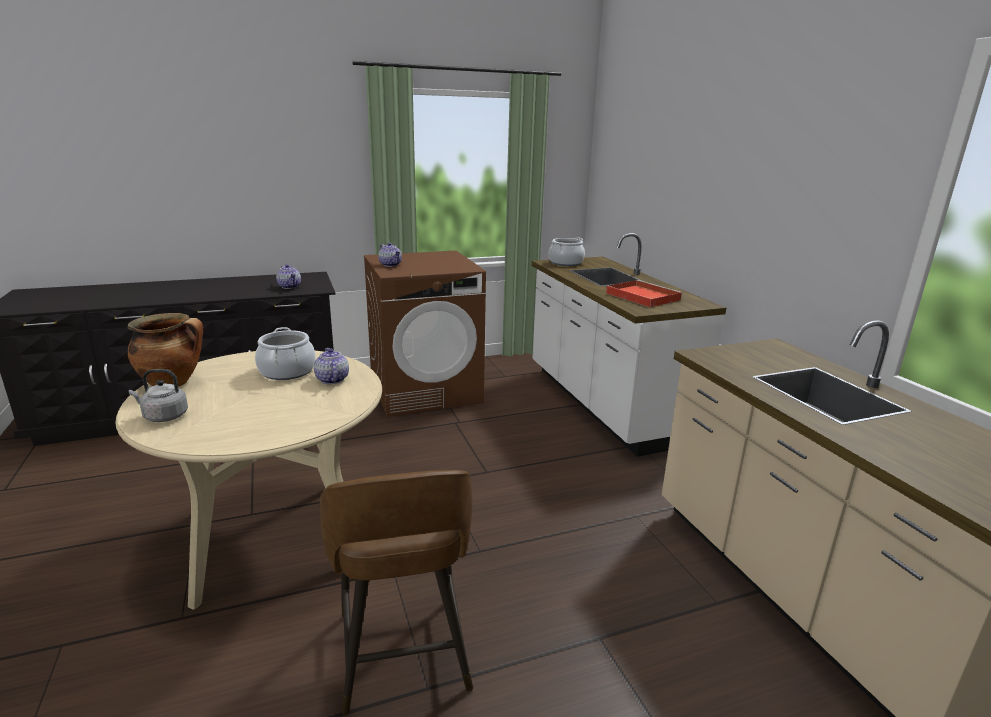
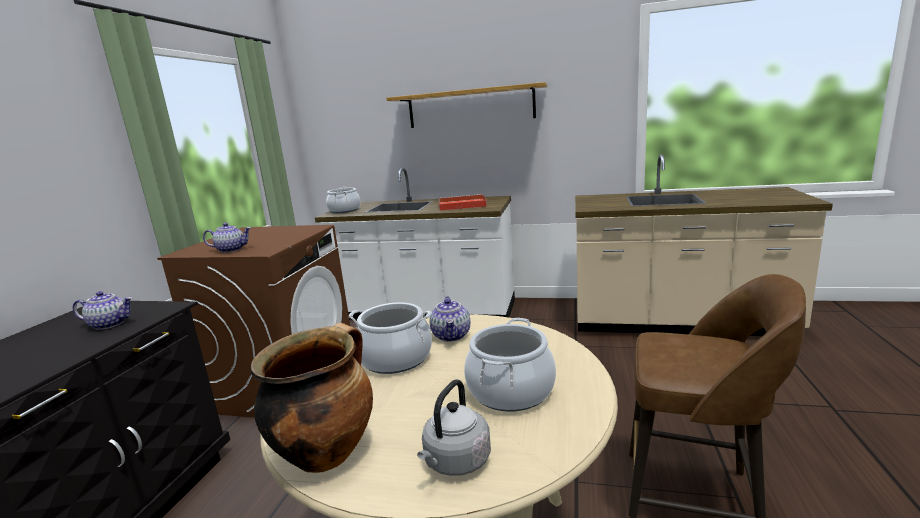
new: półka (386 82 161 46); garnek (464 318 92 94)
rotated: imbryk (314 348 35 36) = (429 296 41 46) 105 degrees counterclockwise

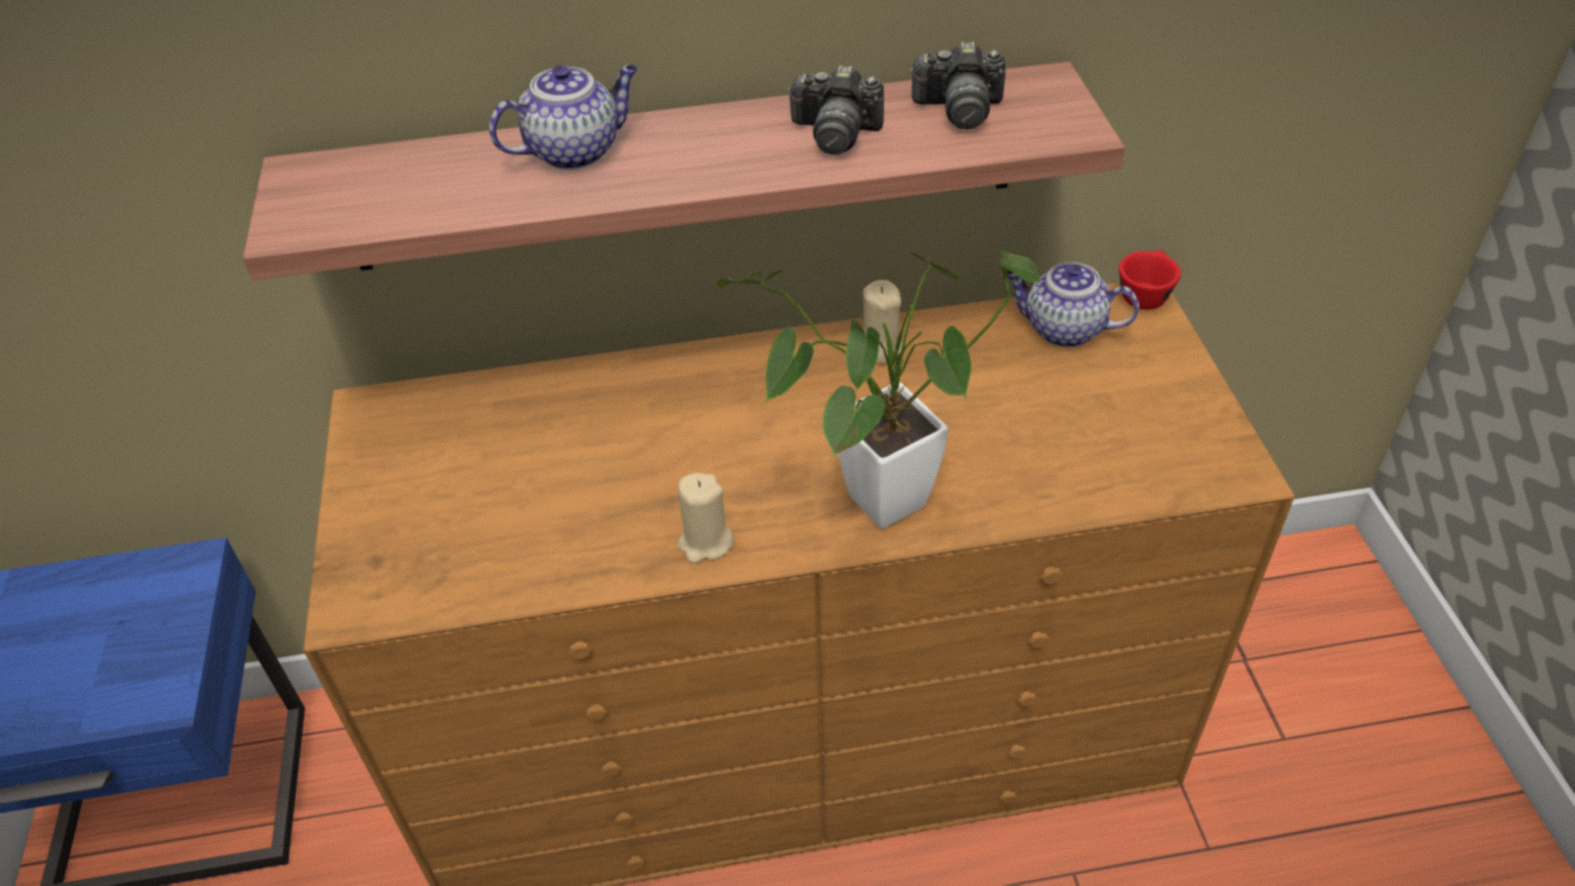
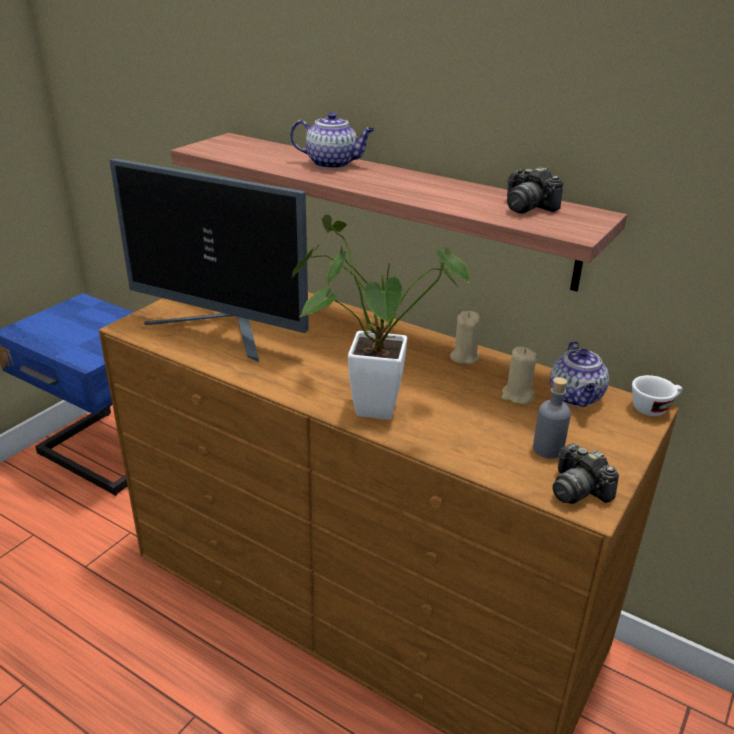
new: monitor (109 158 200 204); butelka (szary) (533 377 38 82)
shifted: świeca (beżowy) (678 473 56 91) to (502 346 36 58); aparat fotograficzny (787 65 97 90) to (553 443 66 61)
repainted: filiżanka (czerwony) (1119 250 62 60) to filiżanka (biały) (632 375 51 41)
rotated: imbryk (1007 262 132 85) = (550 341 59 66) 150 degrees counterclockwise

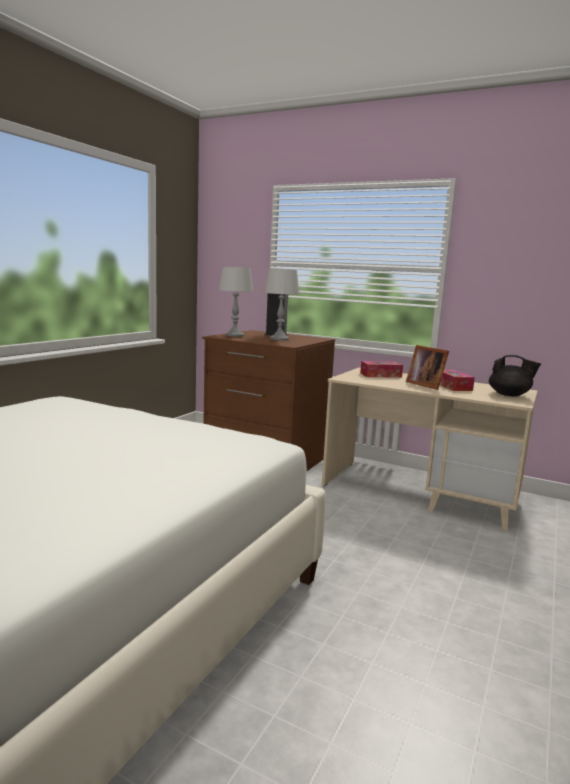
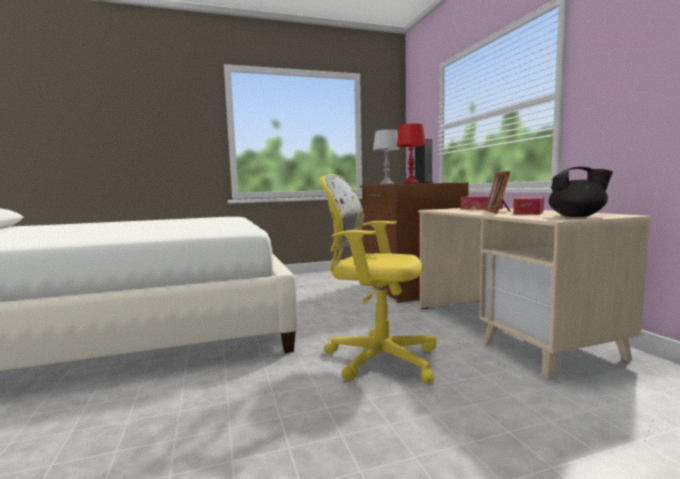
new: krzesło biurowe (żółty) (319 174 118 210)
repainted: lampa stołowa (szary) (264 269 35 72) to lampa stołowa (czerwony) (397 124 29 60)
rotated: imbryk (czarny) (489 355 52 42) = (549 167 64 50) 60 degrees counterclockwise

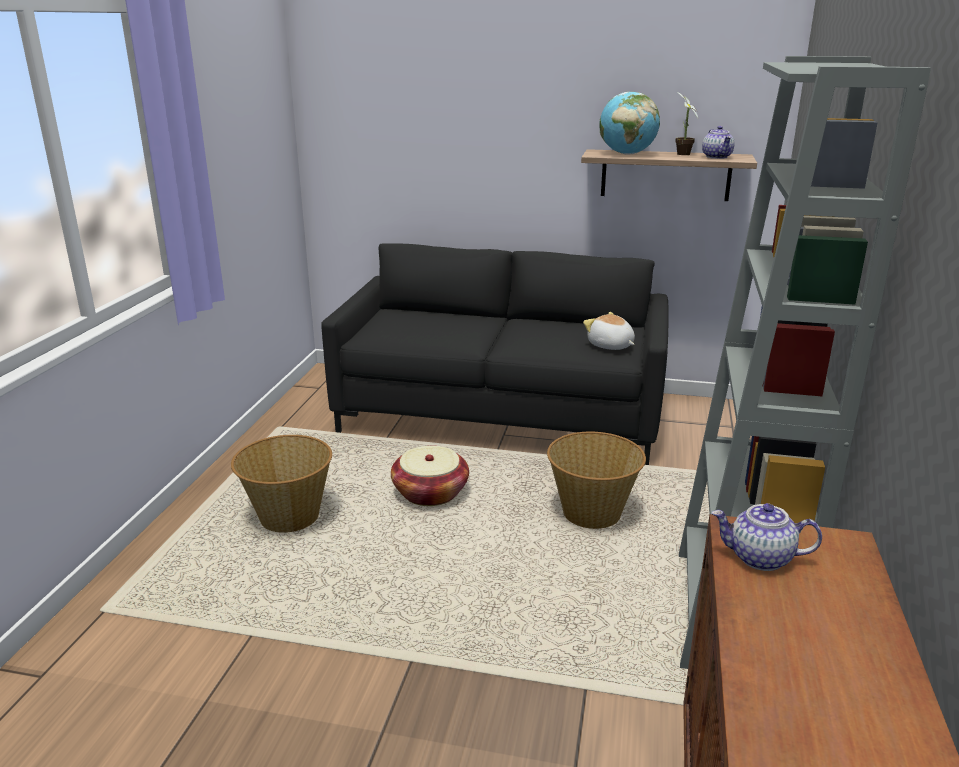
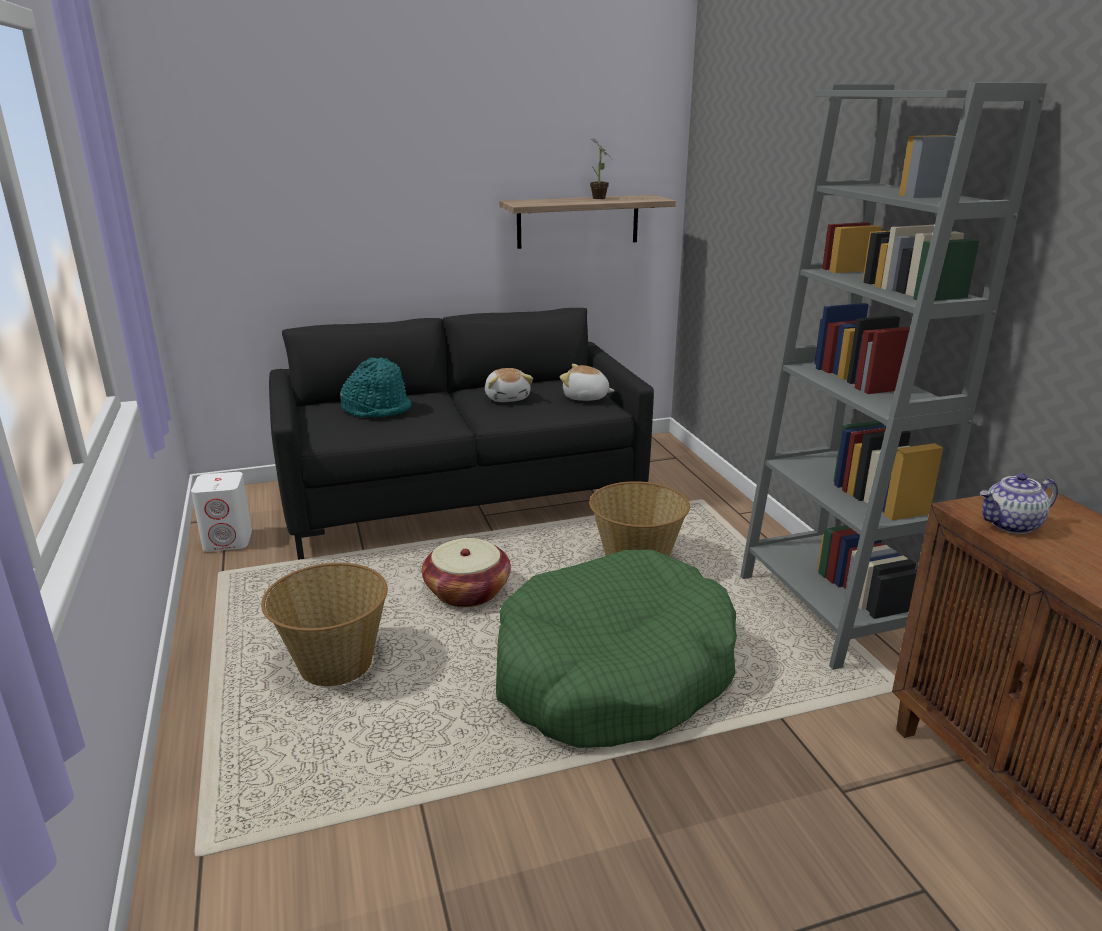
gone: globus (599 92 61 63); imbryk (702 126 33 33)
new: głośnik (biały) (191 472 61 80); kapelusz (turkusowy) (340 358 71 60); pluszak (485 368 48 34); legowisko (zielony) (496 550 241 198)

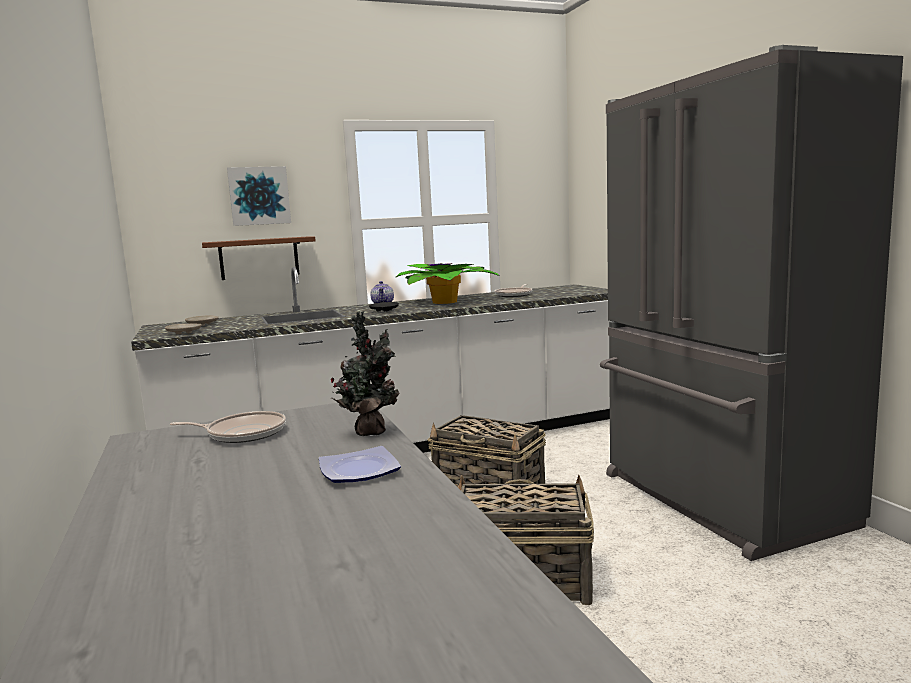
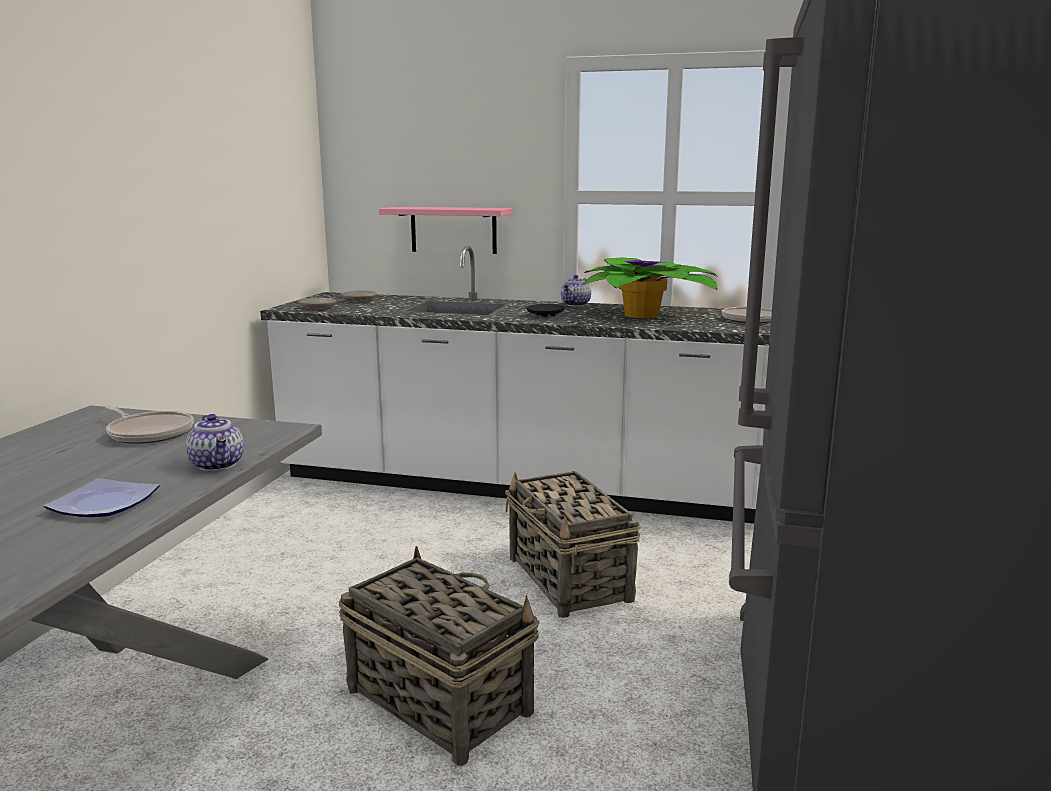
gone: obraz (227 166 64 60)
swapped: roślina doniczkowa (330 311 70 125) to imbryk (186 414 58 57)
repainted: półka (brązowy) (202 236 114 44) to półka (różowy) (379 207 134 47)

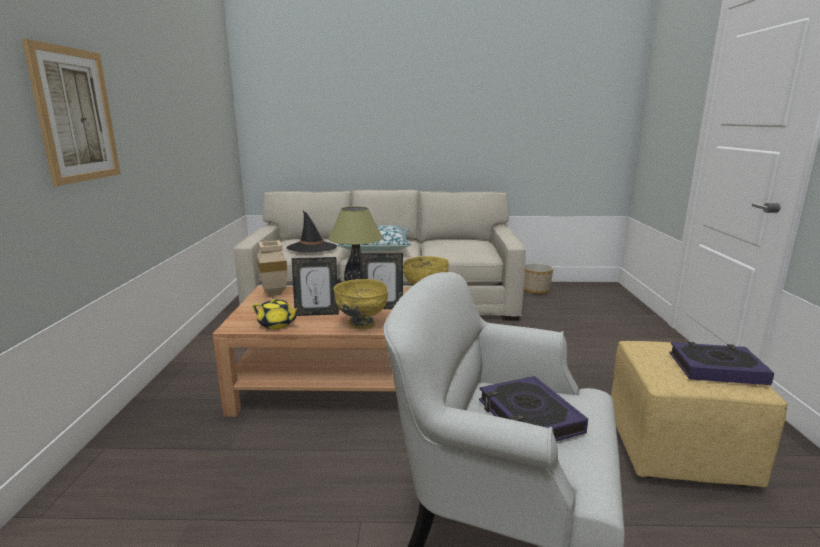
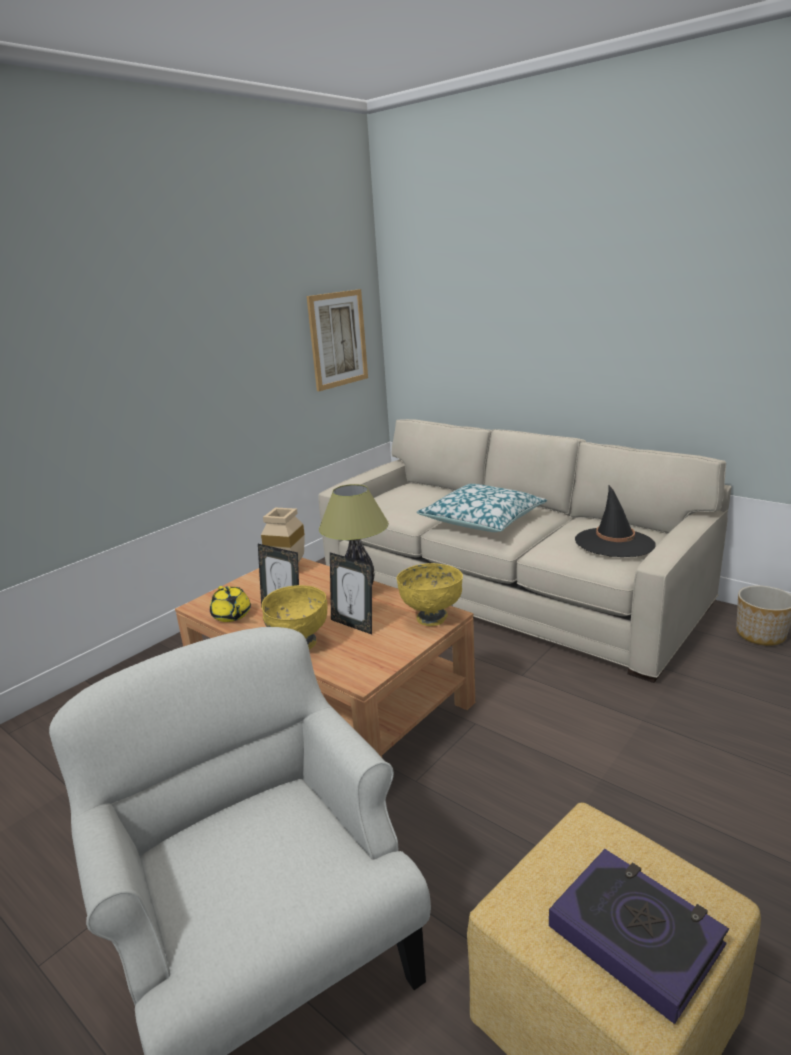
gone: książka (479 376 109 65)
shifted: obraz (22 39 99 147) to (307 289 61 102); kapelusz (czarny) (287 211 50 41) to (575 485 81 72)

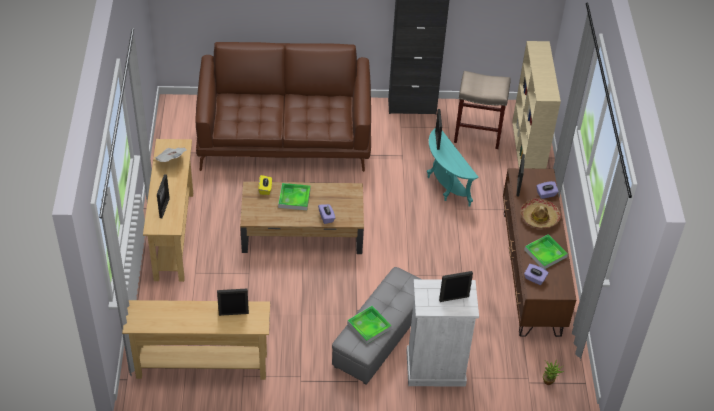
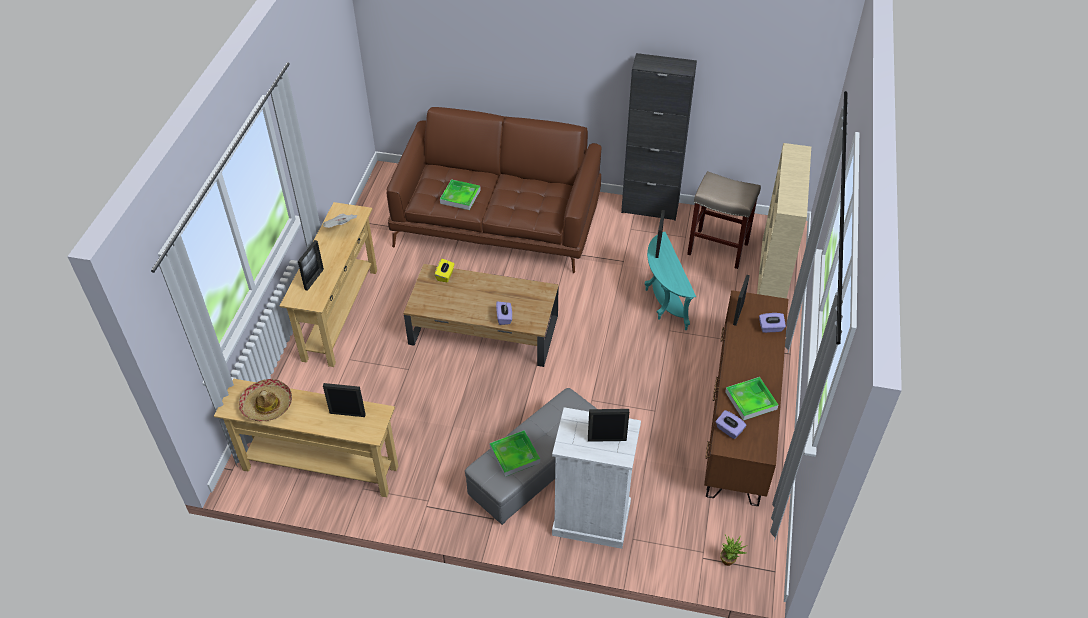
shifted: taca (278 183 33 27) to (440 179 41 31); kapelusz (521 198 40 31) to (239 379 53 42)

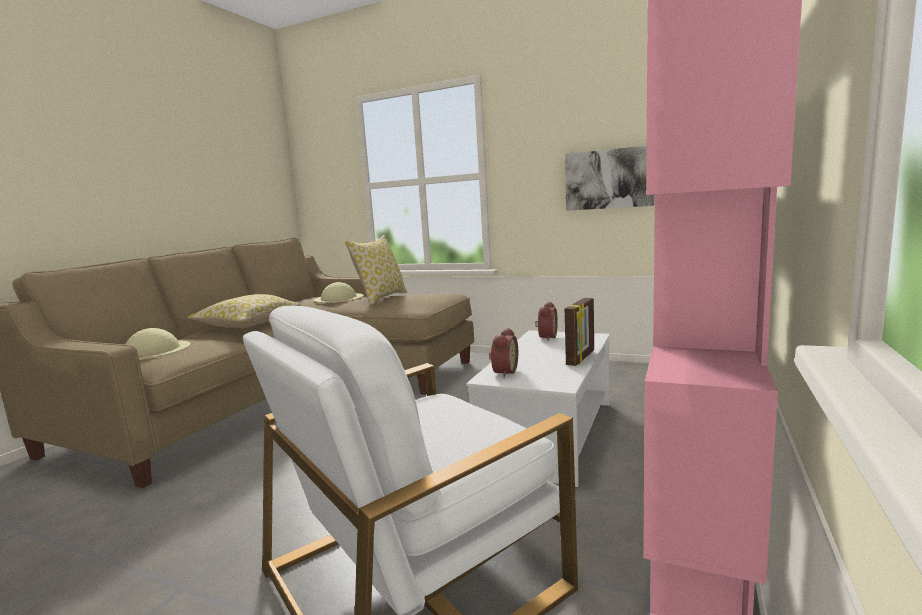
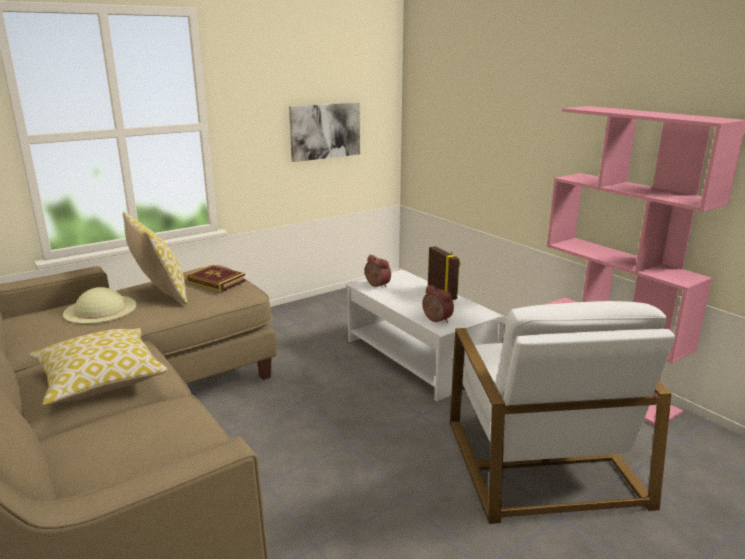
gone: kapelusz (beżowy) (125 328 66 32)
new: książka (186 265 60 27)

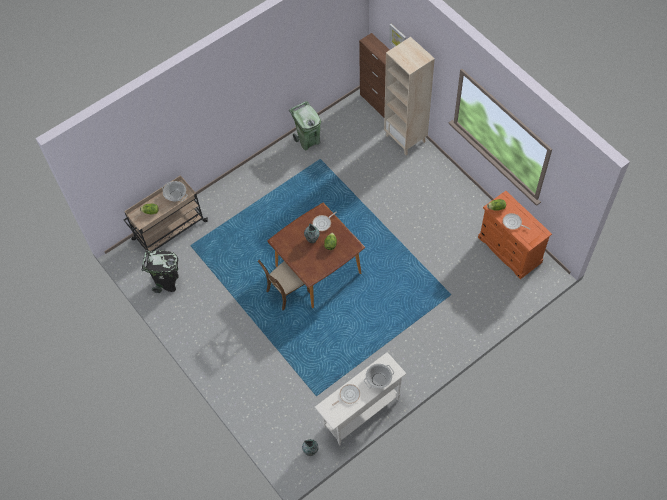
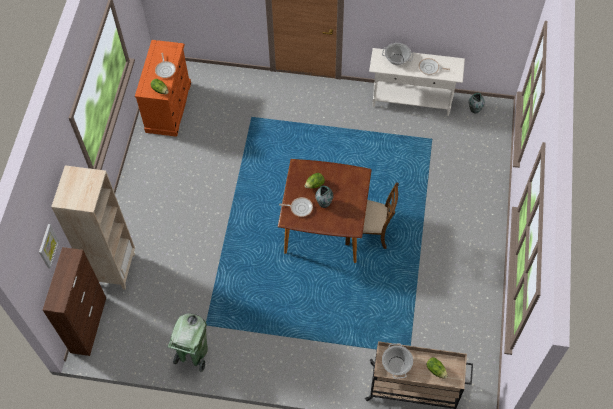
gone: kosz na śmieci (czarny) (142 250 37 43)

